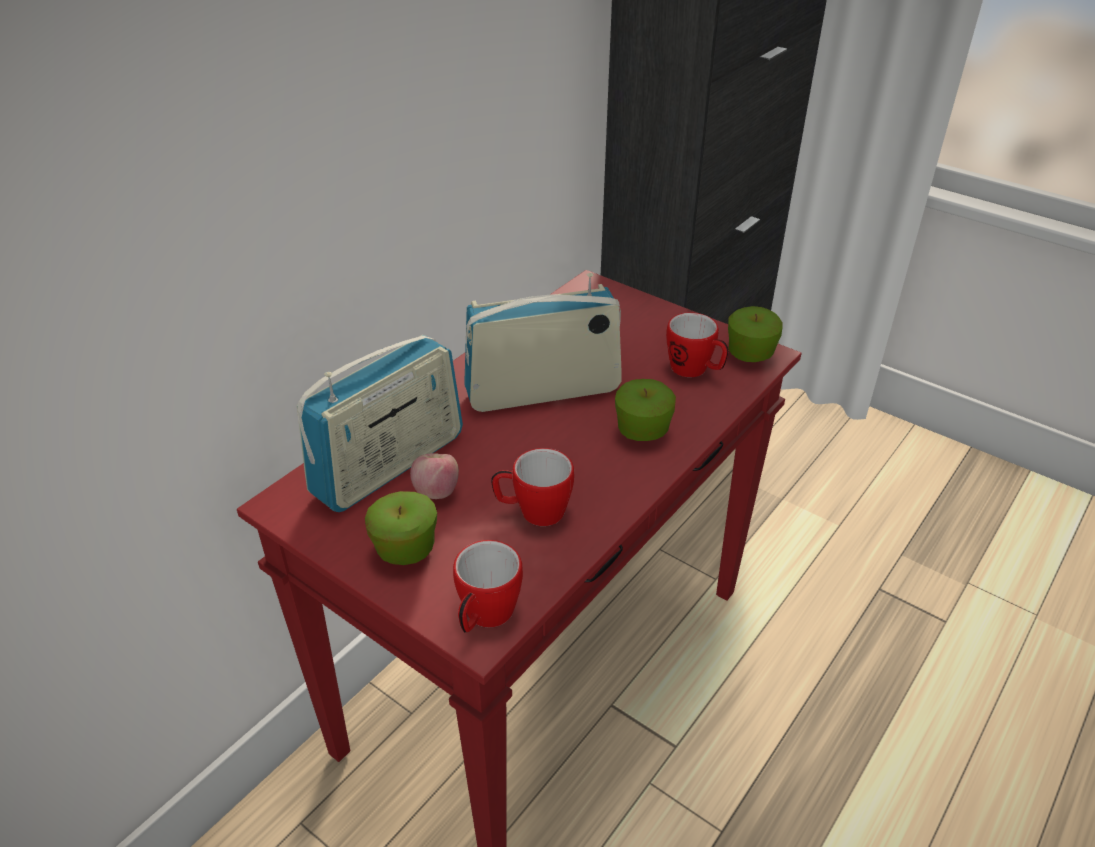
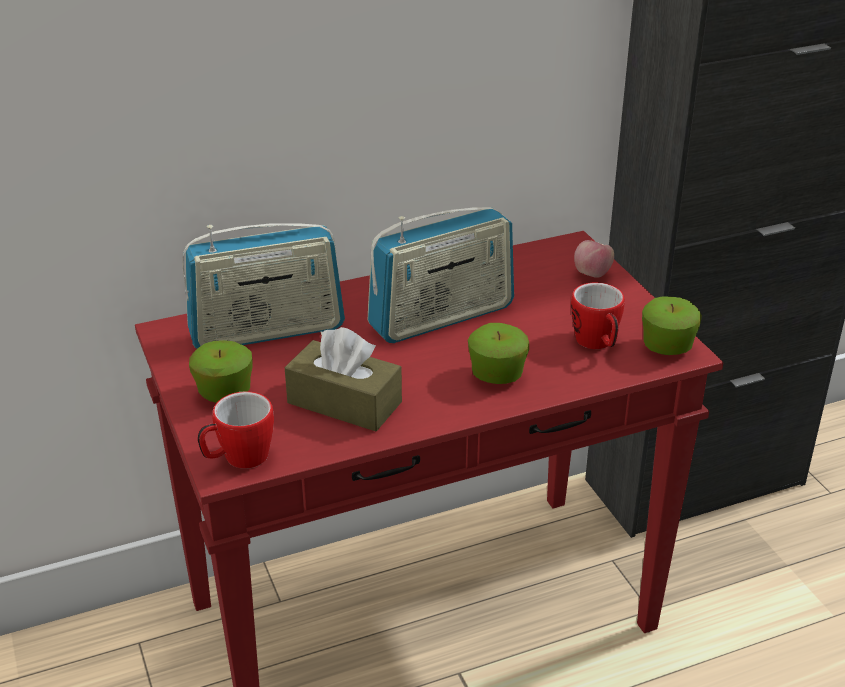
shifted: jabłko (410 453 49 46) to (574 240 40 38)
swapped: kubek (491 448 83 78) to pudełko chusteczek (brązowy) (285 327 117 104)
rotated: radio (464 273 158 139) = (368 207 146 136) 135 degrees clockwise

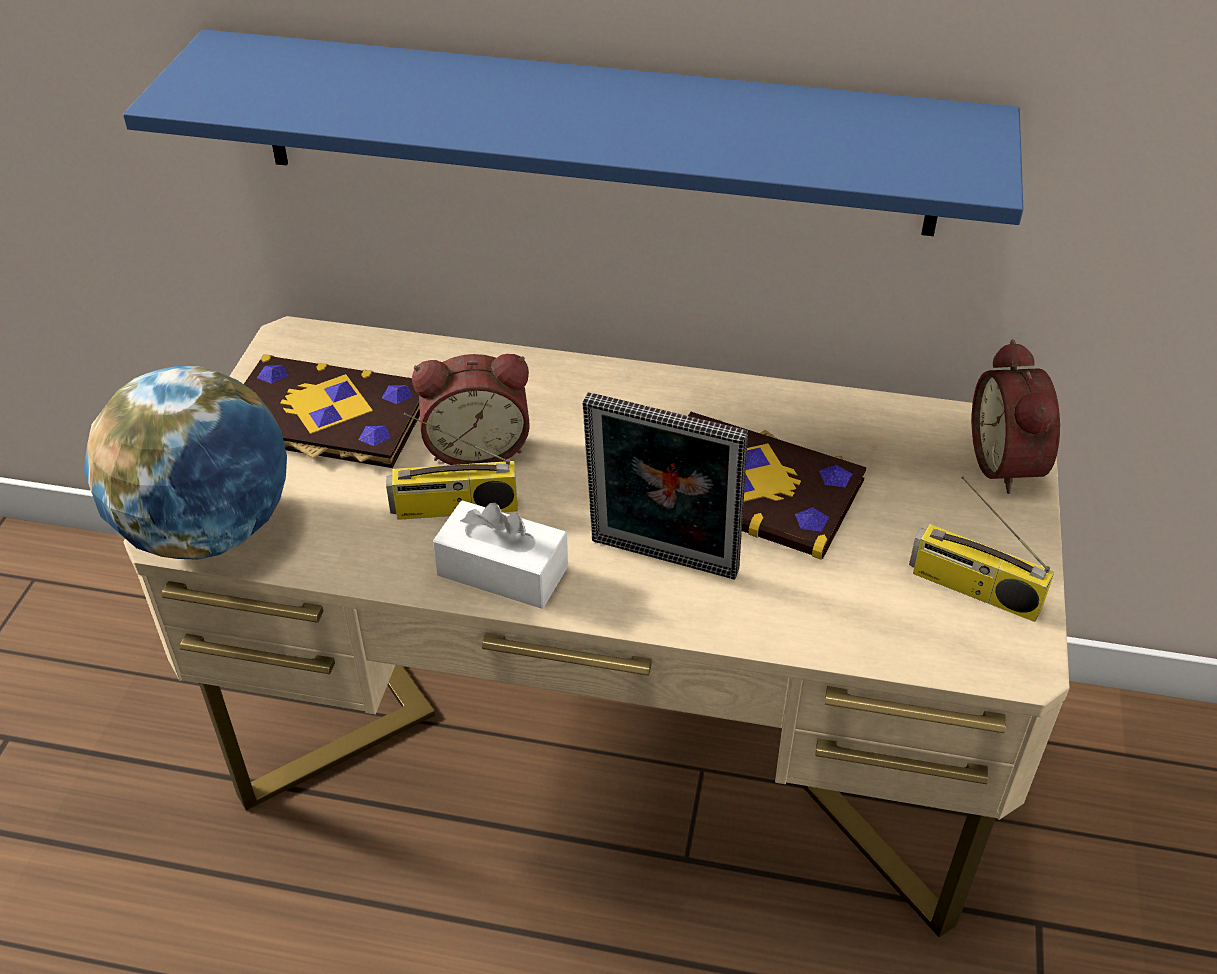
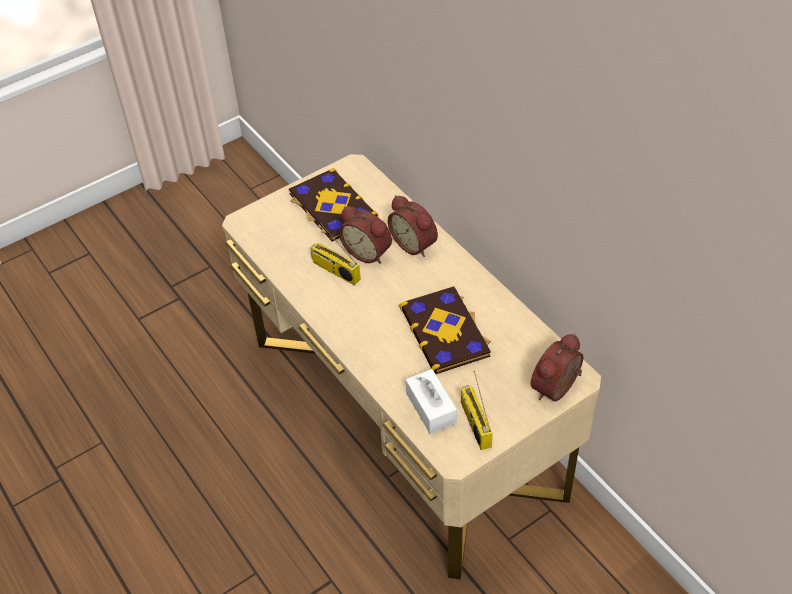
gone: globus (84 366 203 194); półka (niebieski) (123 29 900 207); ramka na zdjęcie (583 392 165 187)
new: budzik (388 195 50 62)
shifted: pudełko chusteczek (biały) (433 500 135 109) to (406 369 51 65)

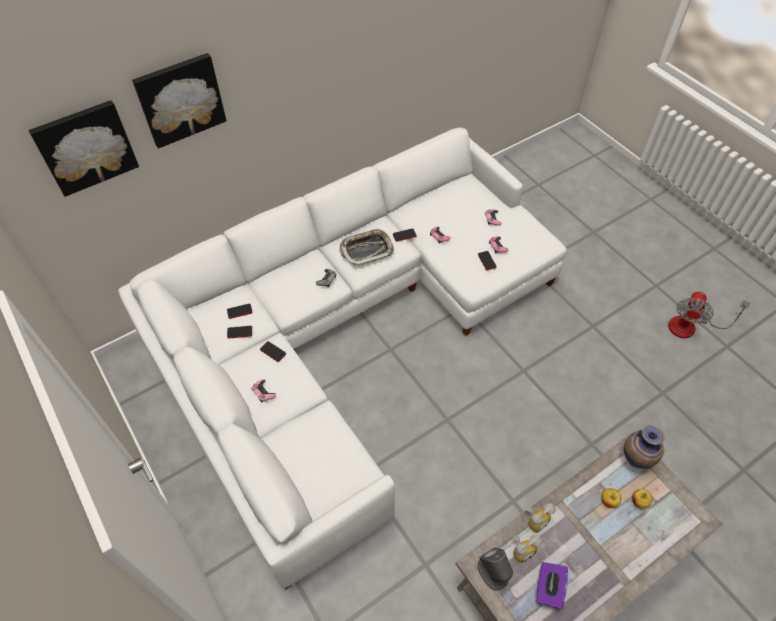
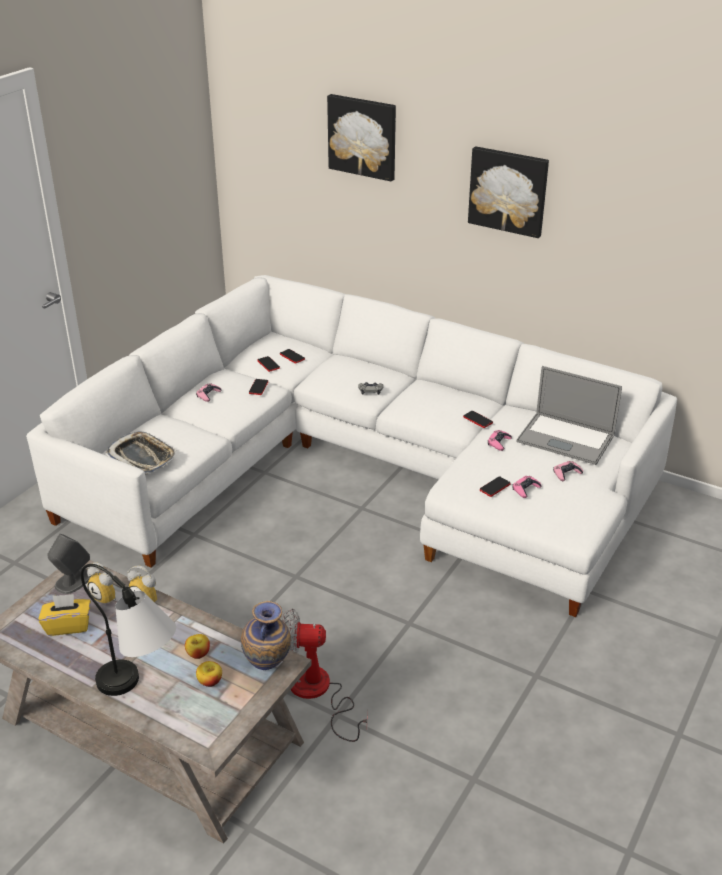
new: lampa stołowa (81 564 95 132); laptop (517 366 105 99)
shifted: obraz (29 100 110 97) to (468 146 81 92); taca (339 228 55 38) to (106 431 70 44); wentylator (668 292 83 46) to (282 609 86 133)
repainted: pudełko chusteczek (fioletowy) (537 562 31 47) to pudełko chusteczek (żółty) (38 594 53 42)

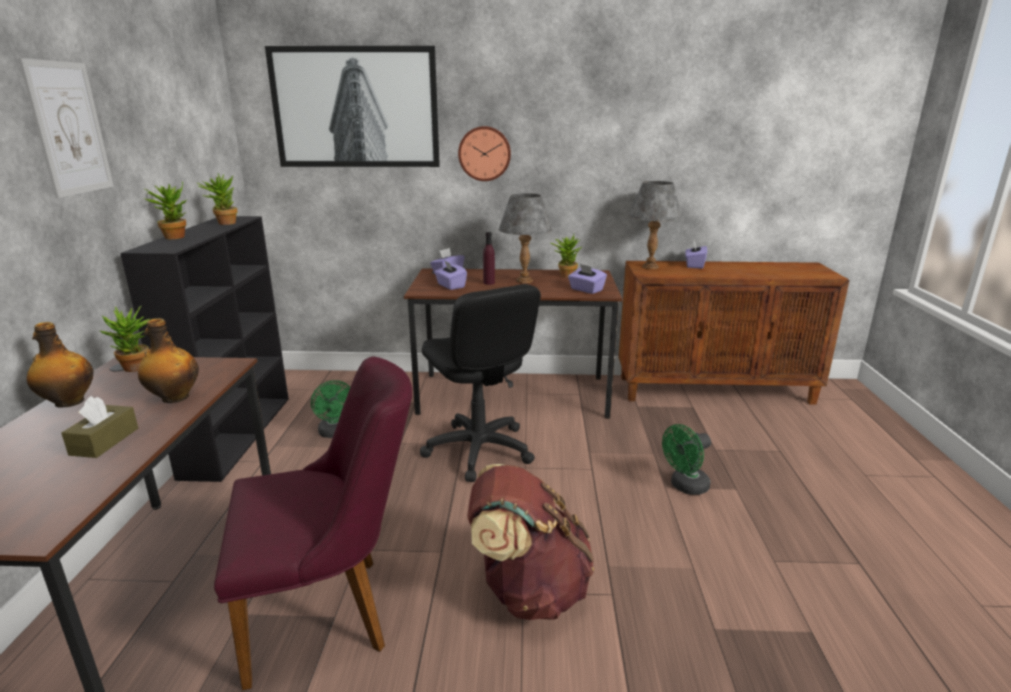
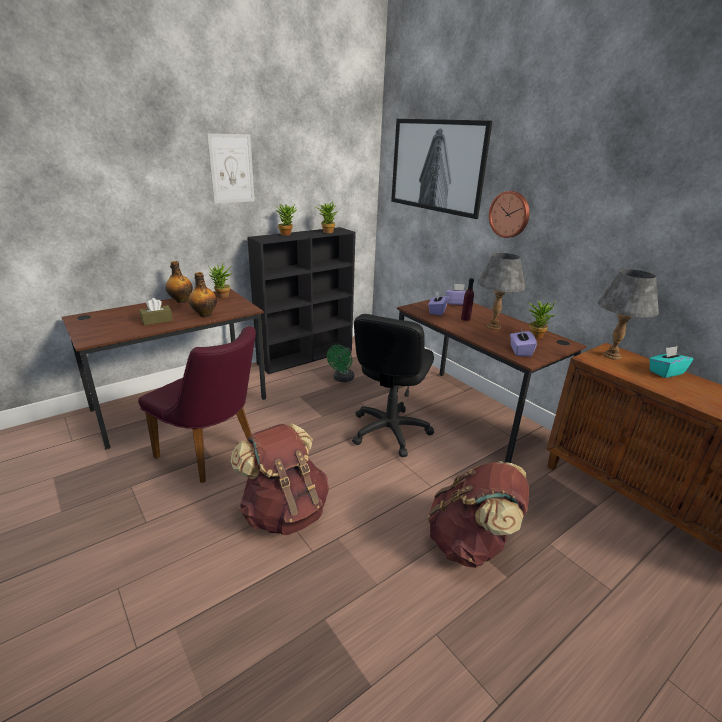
swapped: wentylator (zielony) (662 424 49 71) to plecak (brązowy) (428 461 101 107)
repainted: pudełko chusteczek (fioletowy) (685 240 22 29) to pudełko chusteczek (turkusowy) (649 346 44 32)

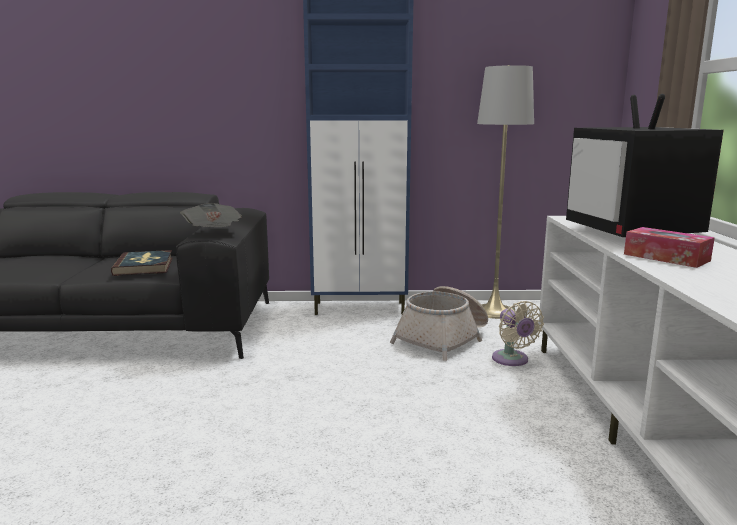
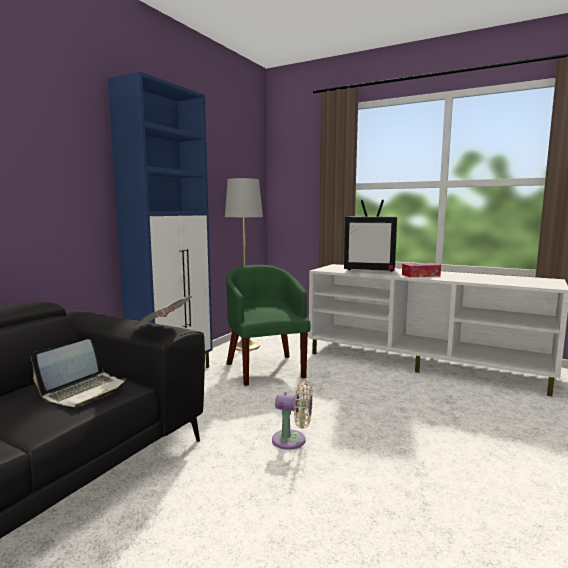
shifted: wentylator (beżowy) (492 301 52 65) to (272 381 41 69)
swapped: książka (111 250 62 26) to laptop (31 339 95 68); koszyk (390 286 98 75) to fotel (zielony) (226 265 85 121)

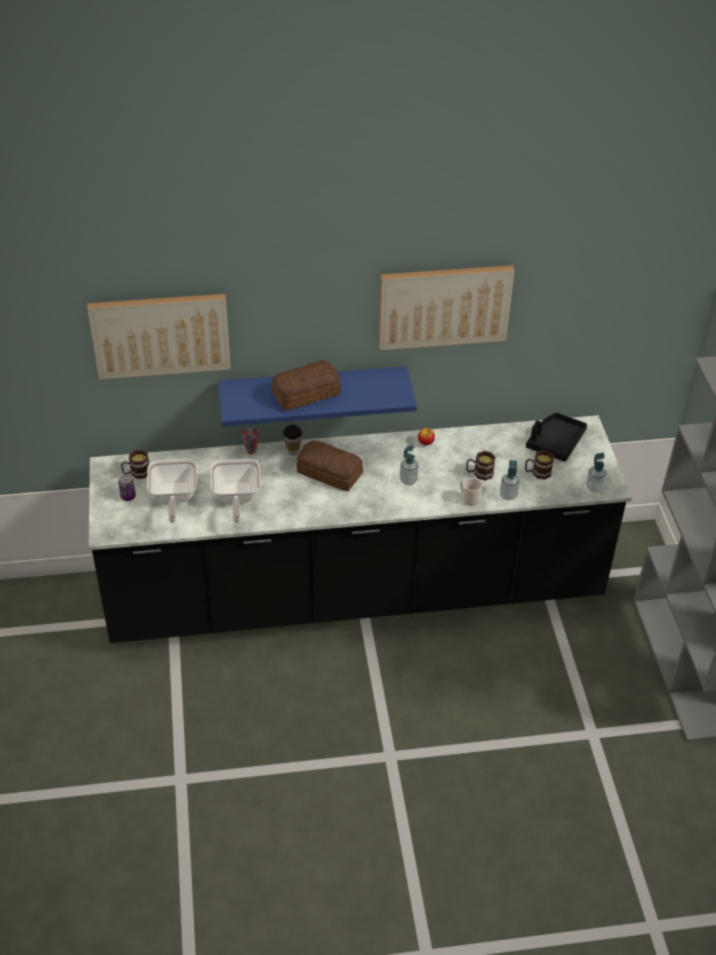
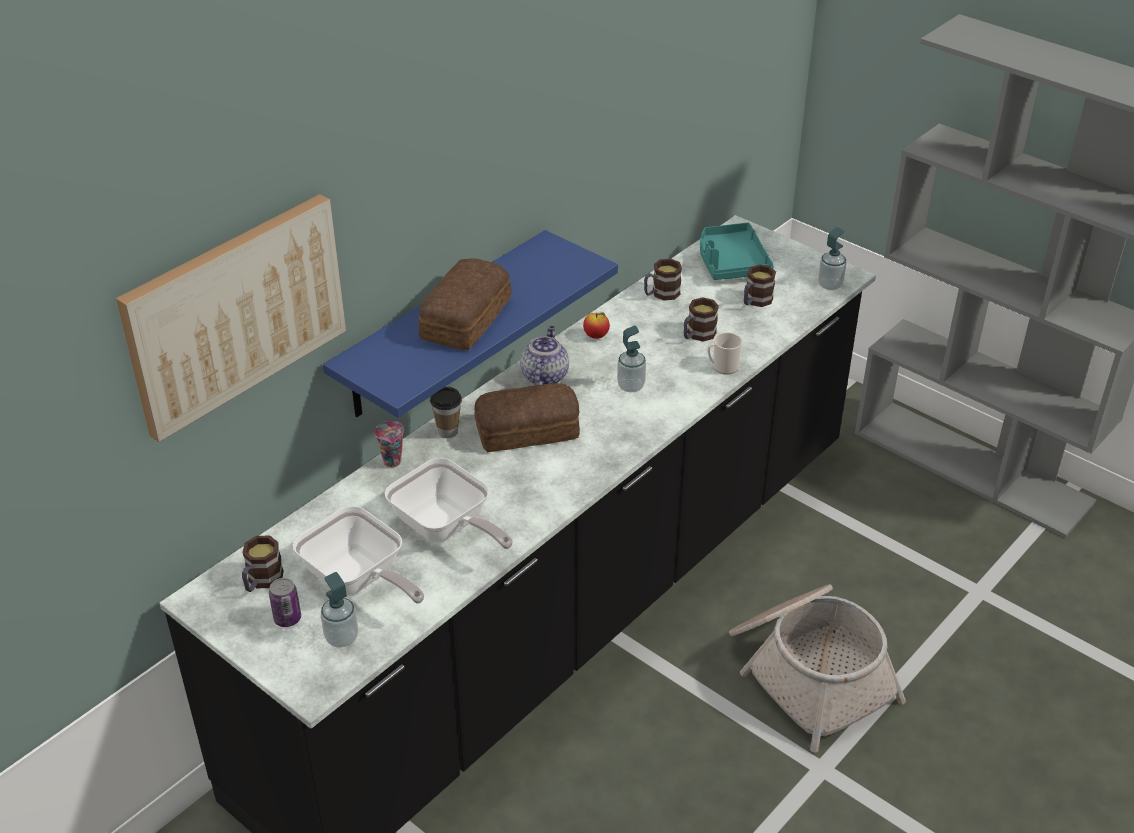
gone: obraz (378 265 137 86)
new: imbryk (520 326 49 59); kubek (644 259 38 42); koszyk (729 585 177 168)
shifted: dozownik mydła (500 460 20 40) to (321 572 37 76)
repainted: taca (czarny) (526 413 61 49) to taca (turkusowy) (700 223 74 57)

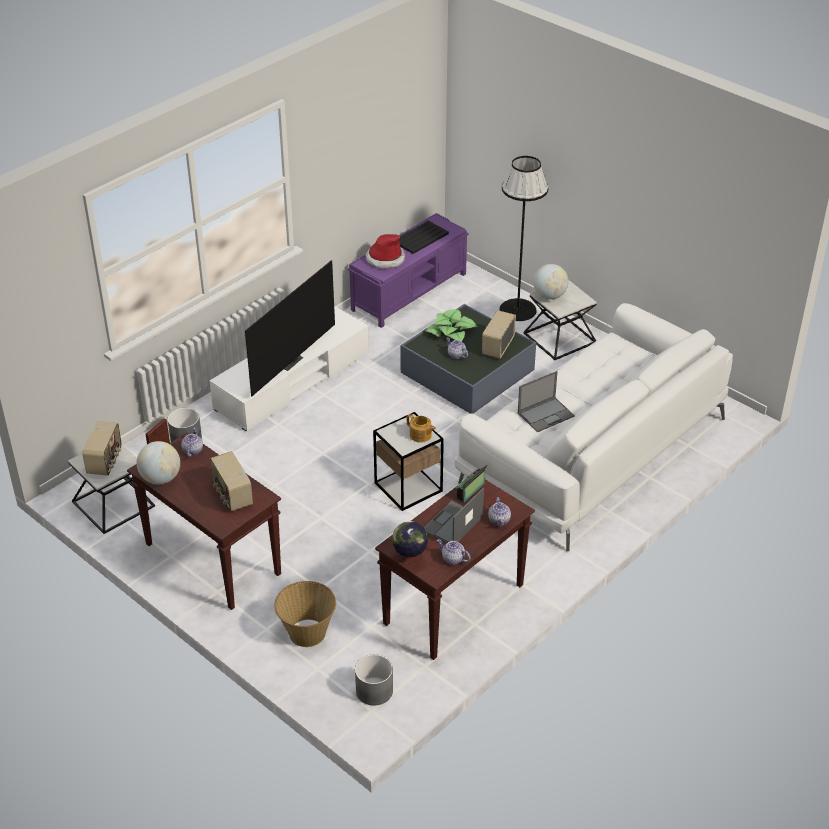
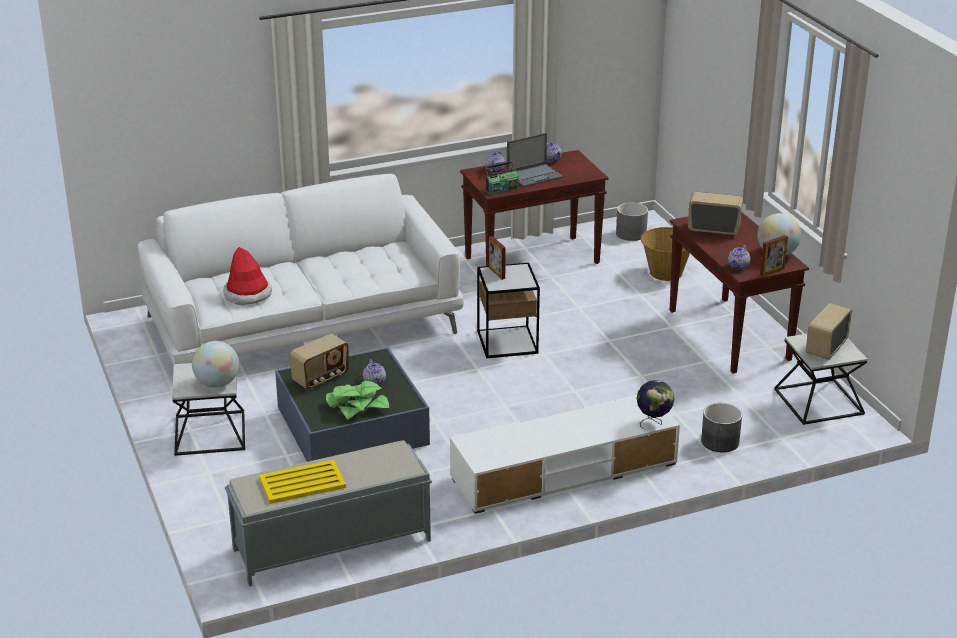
gone: telewizor (245 260 90 136); lampa stojąca (czarny) (499 156 49 165); laptop (518 371 57 61)
shifted: kapelusz (366 234 39 35) to (223 247 49 59); globus (392 521 36 44) to (637 380 37 50)
swapped: imbryk (407 414 29 29) to ramka na zdjęcie (489 236 17 44)
repainted: ławka (fioletowy) (348 213 121 115) to ławka (szary) (225 440 207 147); taca (czarny) (399 221 50 33) to taca (żółty) (259 460 87 44)
rotated: radio (210 451 43 61) = (688 192 55 43) 75 degrees counterclockwise

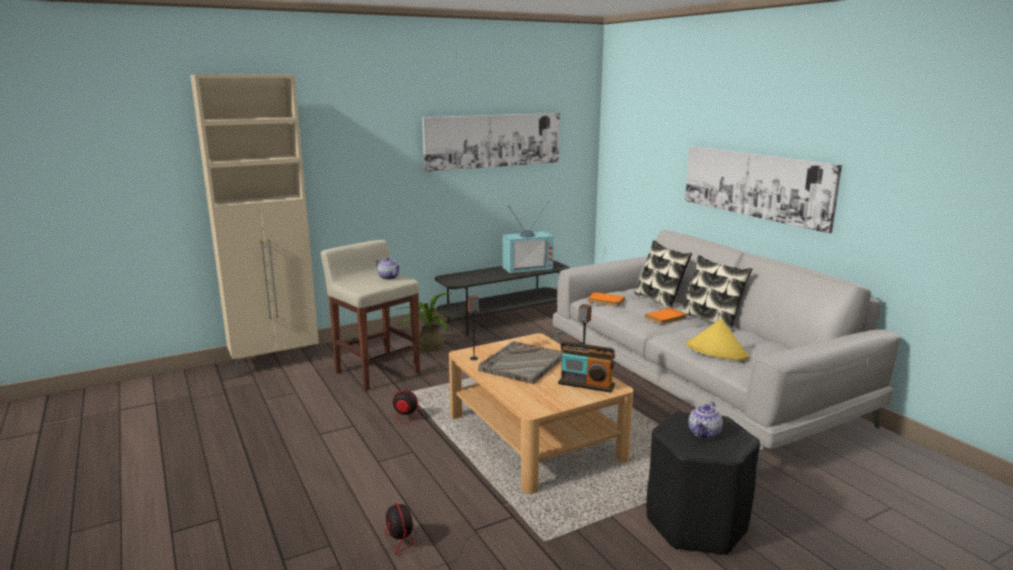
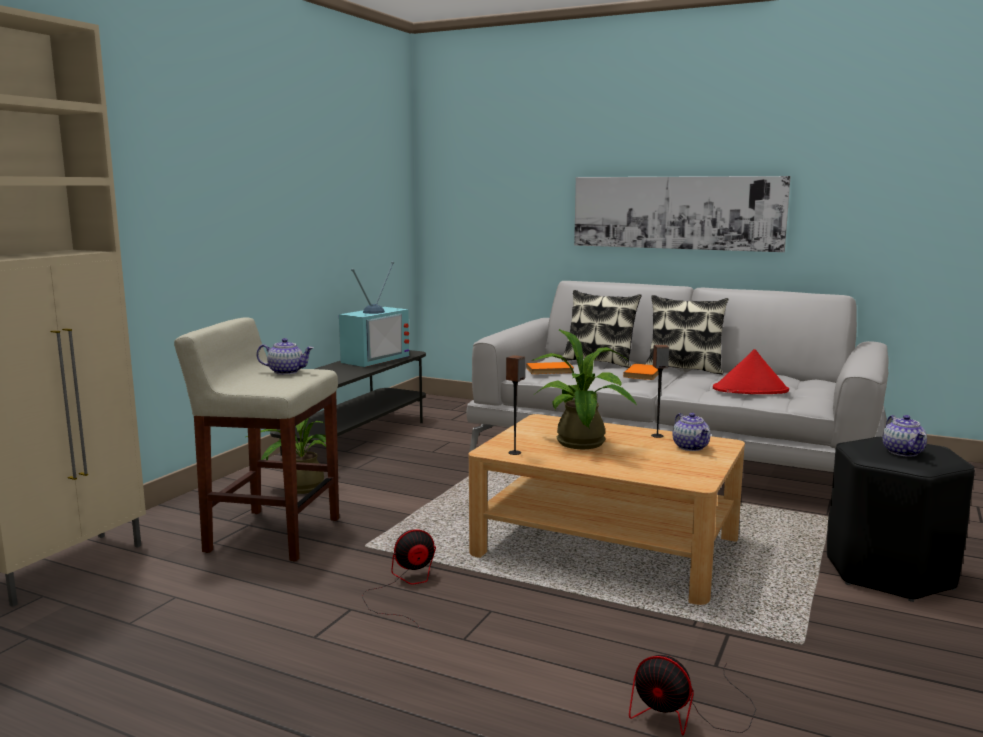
gone: obraz (422 113 138 59)
swapped: taca (szary) (478 341 85 43) to roślina doniczkowa (532 329 105 120); radio (558 341 57 52) to imbryk (673 413 37 38)
repainted: kapelusz (żółty) (686 318 63 42) to kapelusz (czerwony) (713 349 76 45)

